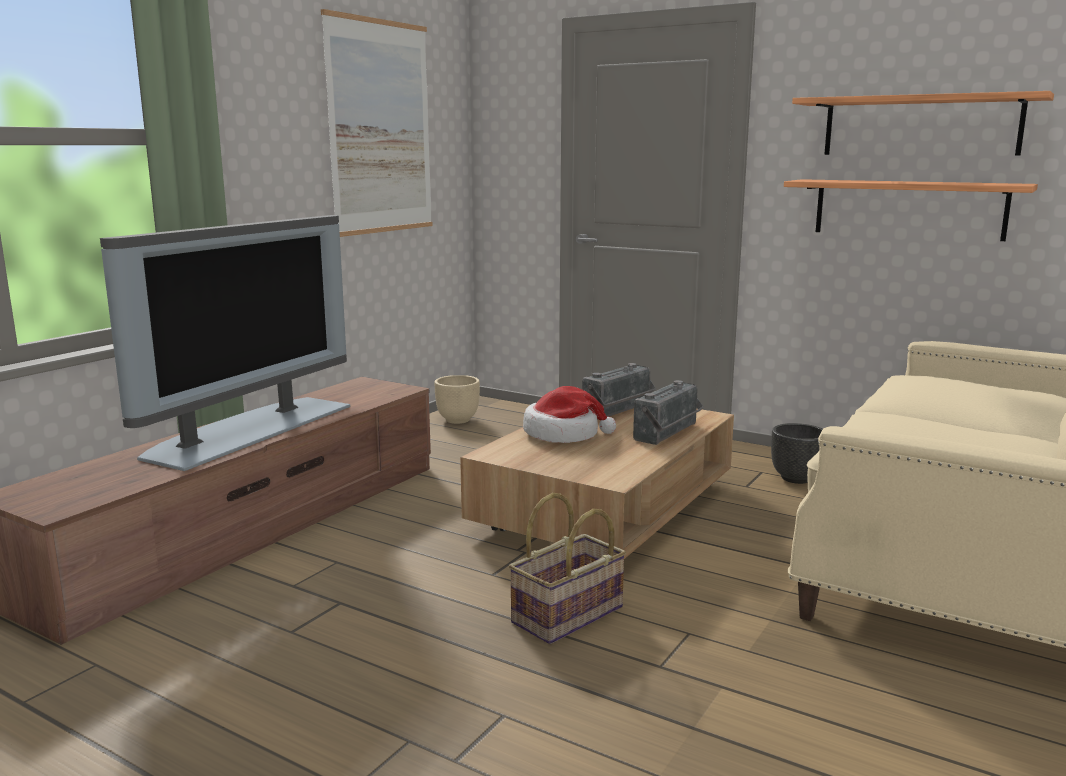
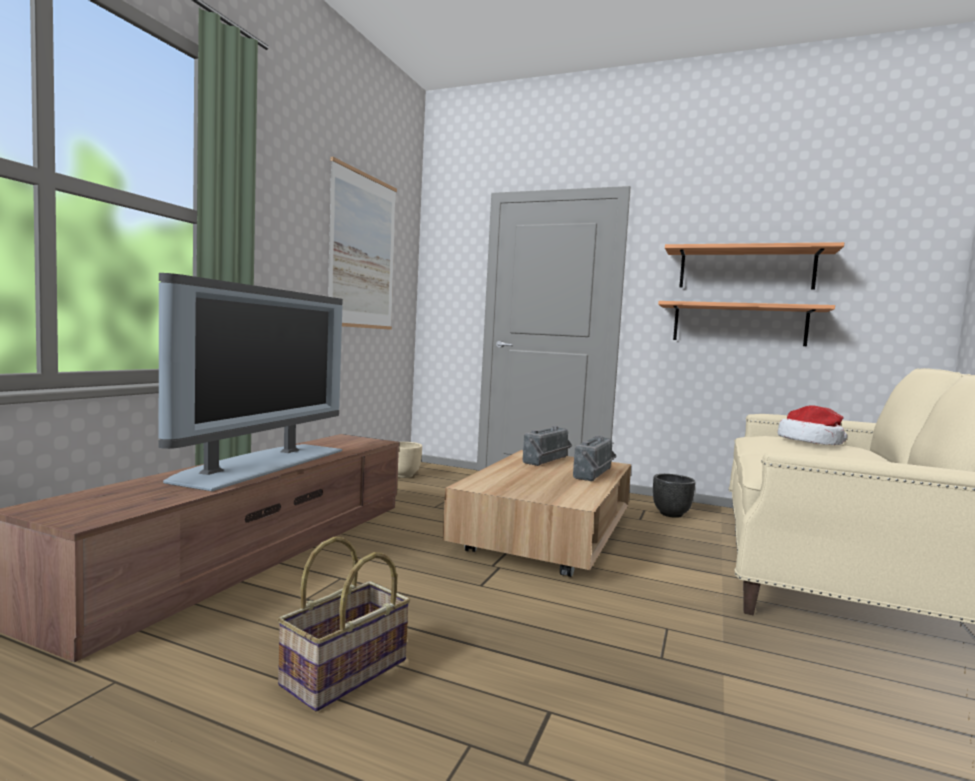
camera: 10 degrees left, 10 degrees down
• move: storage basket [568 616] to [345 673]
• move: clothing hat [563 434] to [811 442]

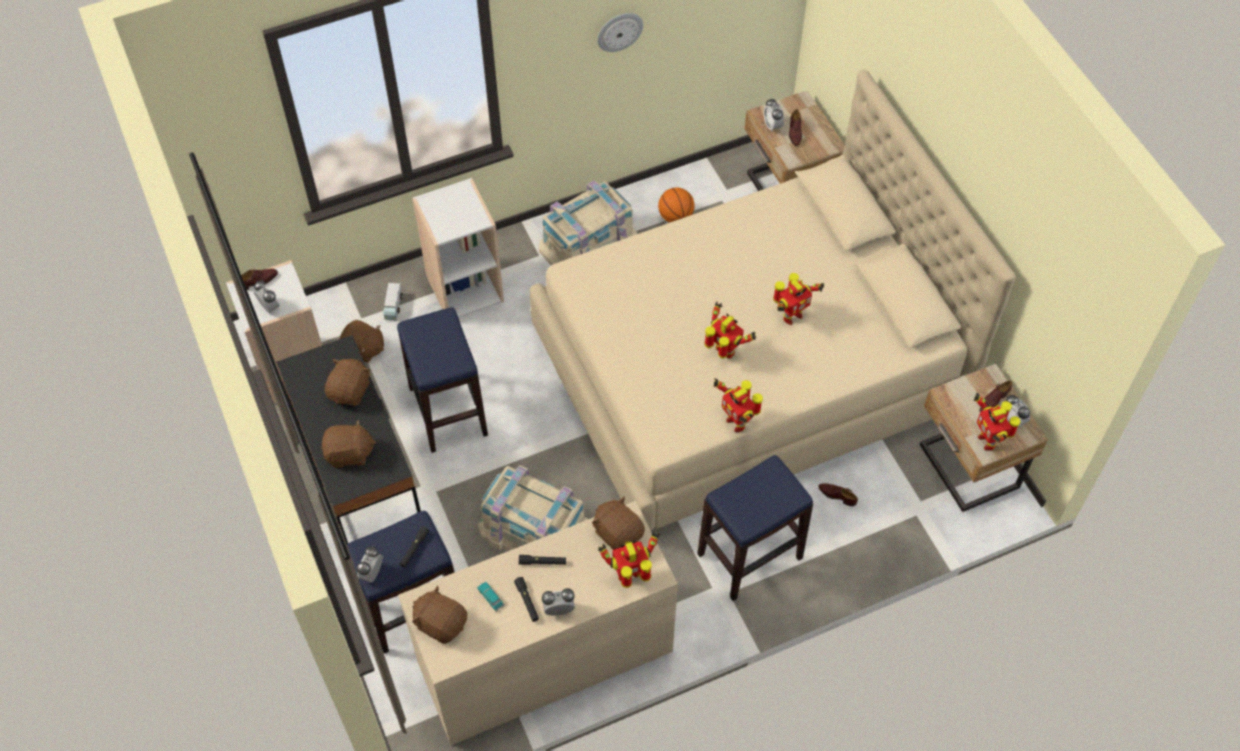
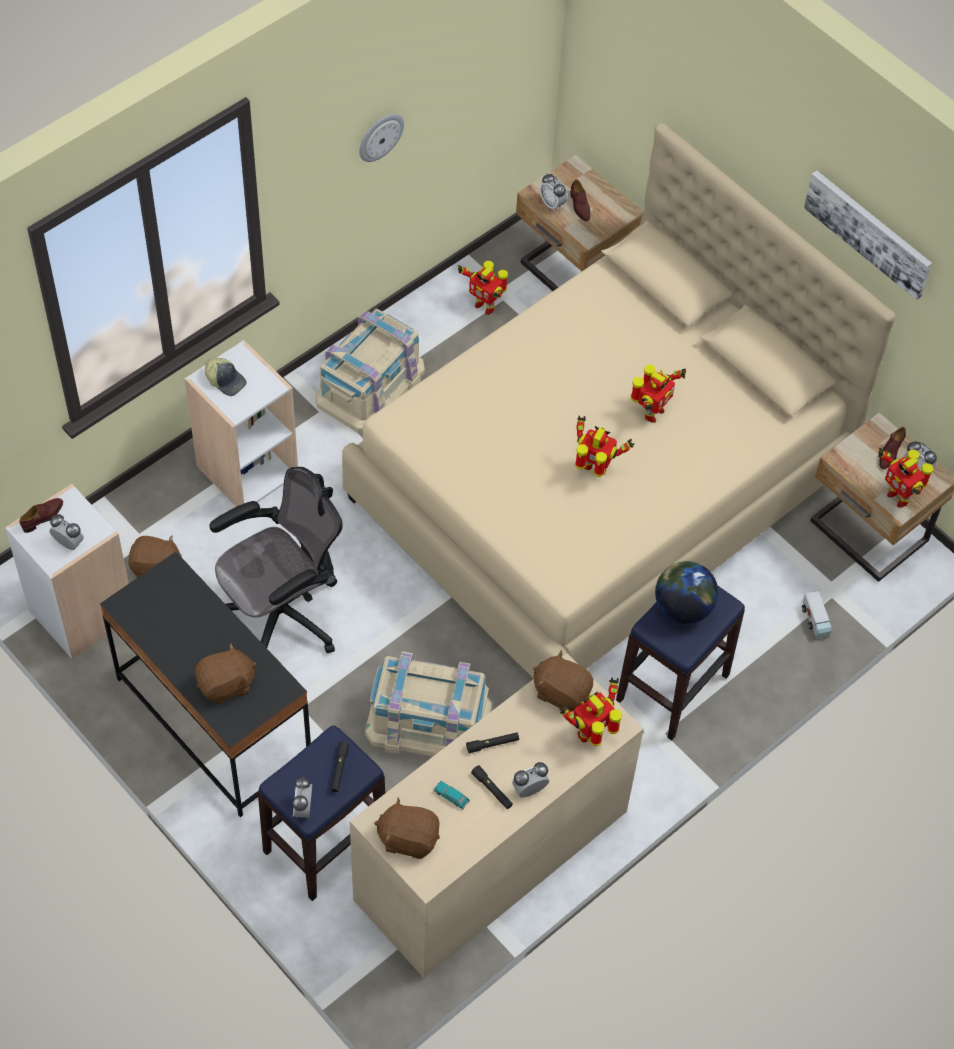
camera: 20 degrees left, 0 degrees up
• insert: baseball cap [226 380]
• replace: stool [448 411] to computer chair [282 615]
• move: toy robot [736 422] to [485 305]
• insert: globe [683 607]
• move: toy truck [393 306] to [815 620]
• insert: wall picture [869 233]
• delete: cuddly toy in brownish [350 391]
• delete: basketball [675 217]
• delete: low shoe in brownish [837 495]

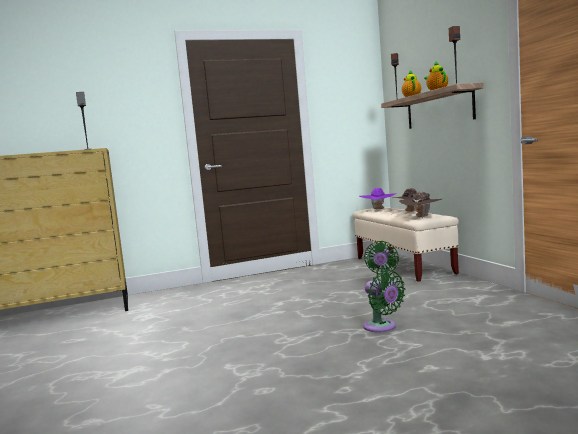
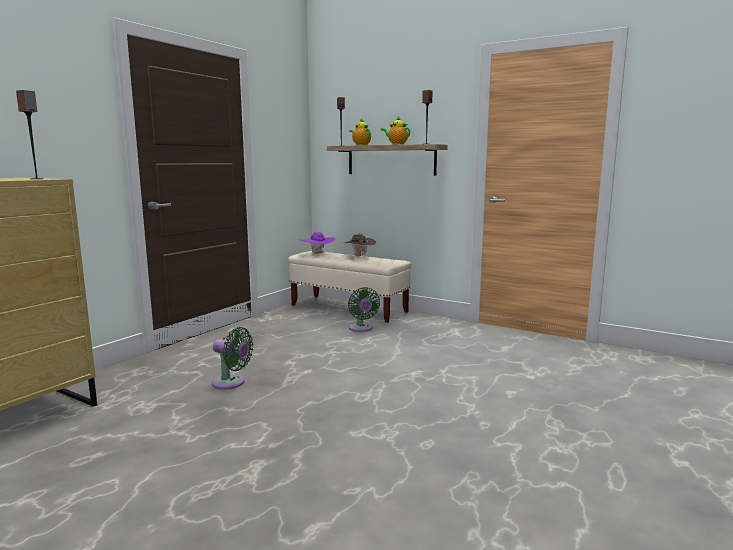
camera: 40 degrees left, 5 degrees up
• move: cooling fan in greenish [382 327] to [231 383]
• delete: clothing hat in brownish [421 217]

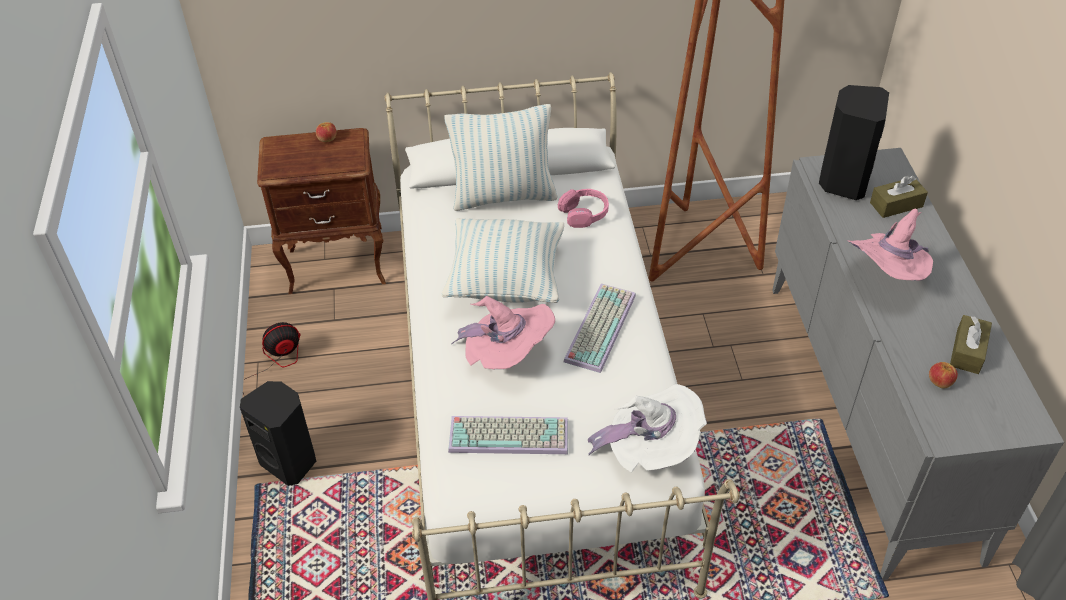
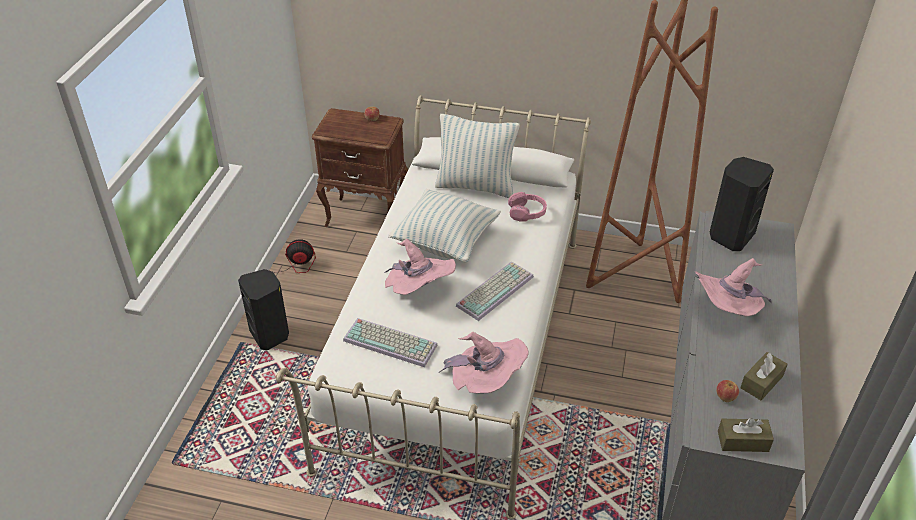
camera: 20 degrees right, 5 degrees down
• recolor: clothing hat in whitish [651 448] to clothing hat in pink-coloured [486 382]
• move: tissue holder in brownish [896 205] to [743 441]

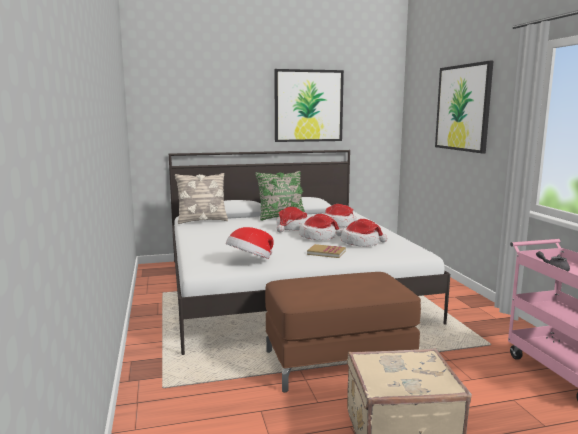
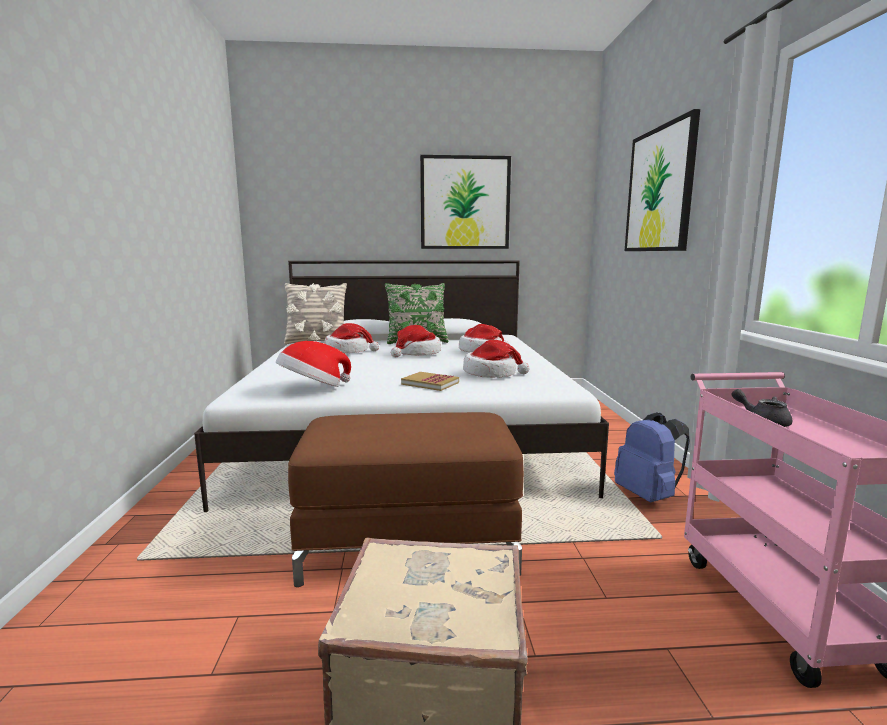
camera: 10 degrees right, 0 degrees up
• move: clothing hat [318 237] to [348 351]
• insert: knapsack in bluish [648 496]

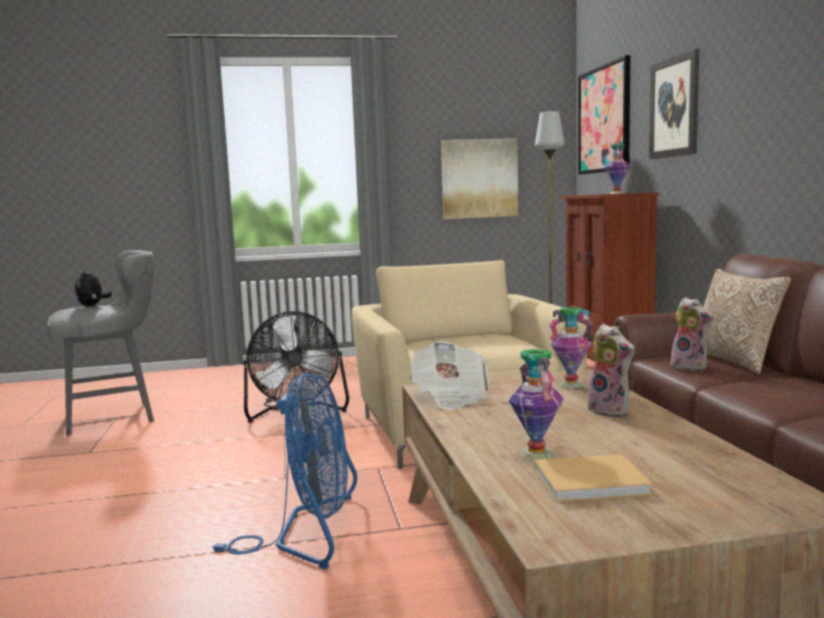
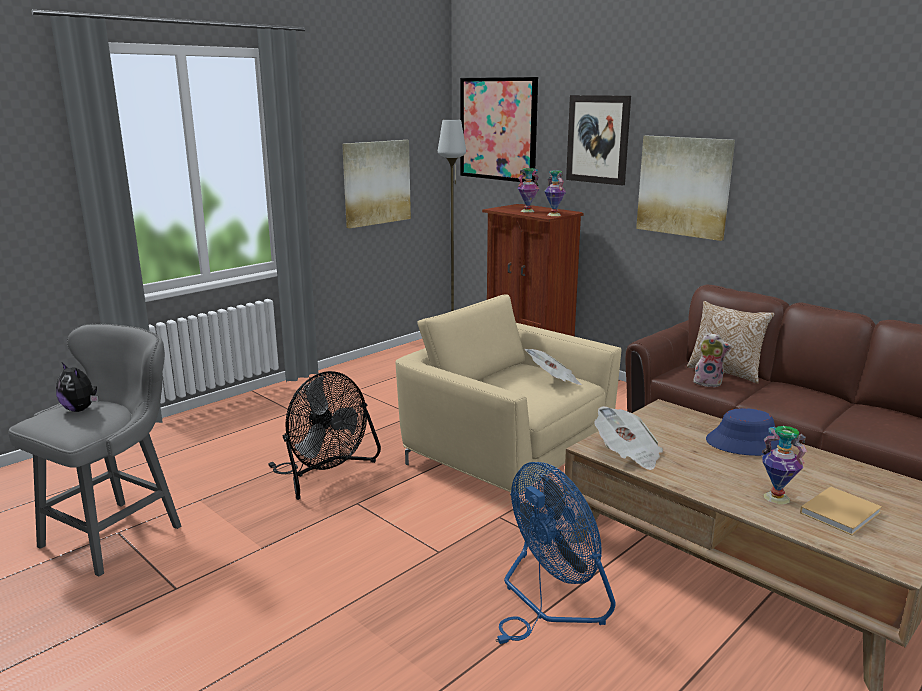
camera: 35 degrees left, 10 degrees up
• move: flower vase [571 384] to [527 211]
• insert: newspaper [553 381]
• insert: wall picture [684 186]
• replace: cuddly toy [611 411] to clothing hat in bluish [746 443]

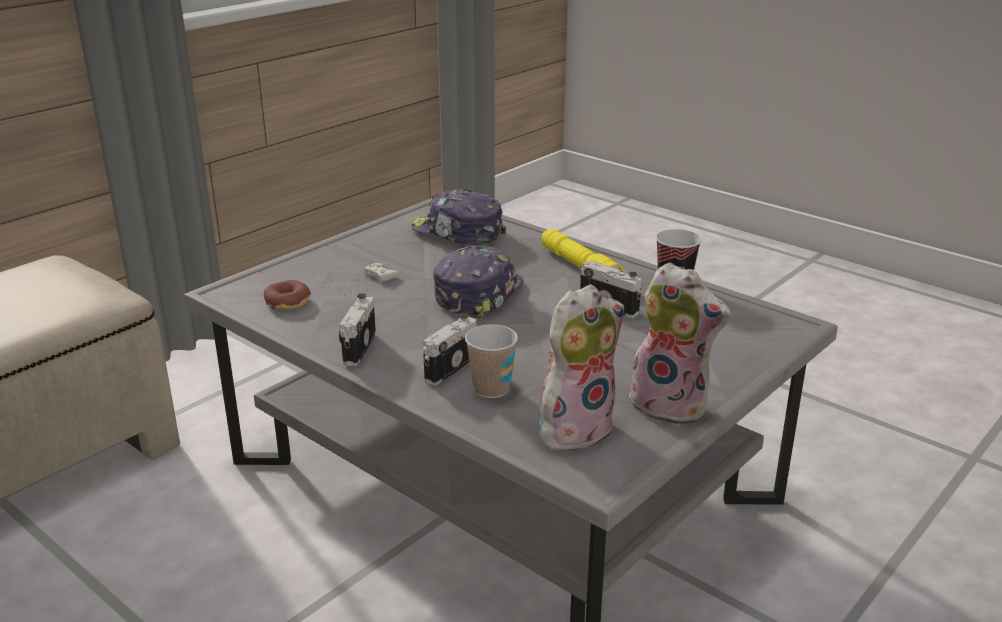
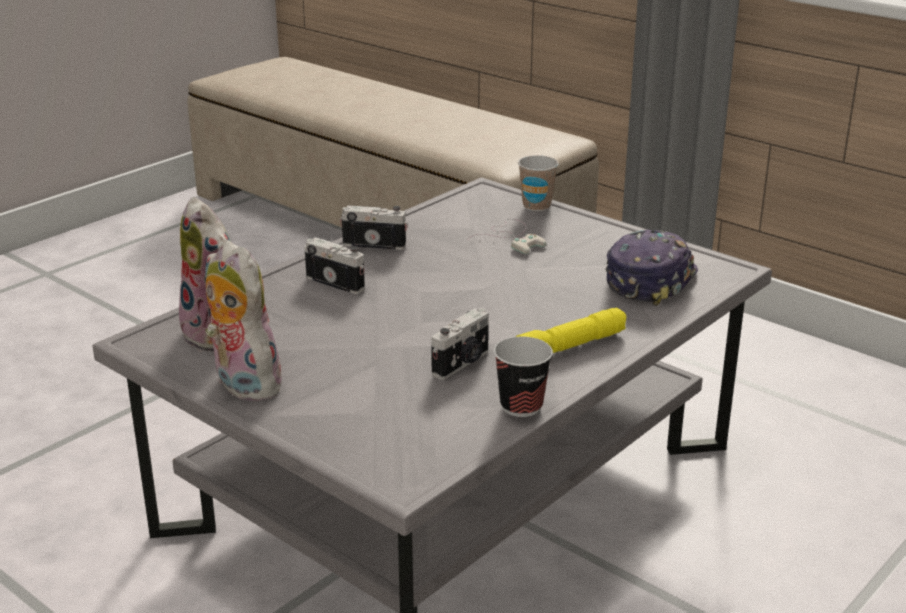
camera: 90 degrees right, 0 degrees up
• rotate: cuddly toy [672 405] = [242 384] 105 degrees clockwise
• move: cup [491 389] to [536 206]
• delete: donut [287 302]
• delete: baseball cap [477 294]

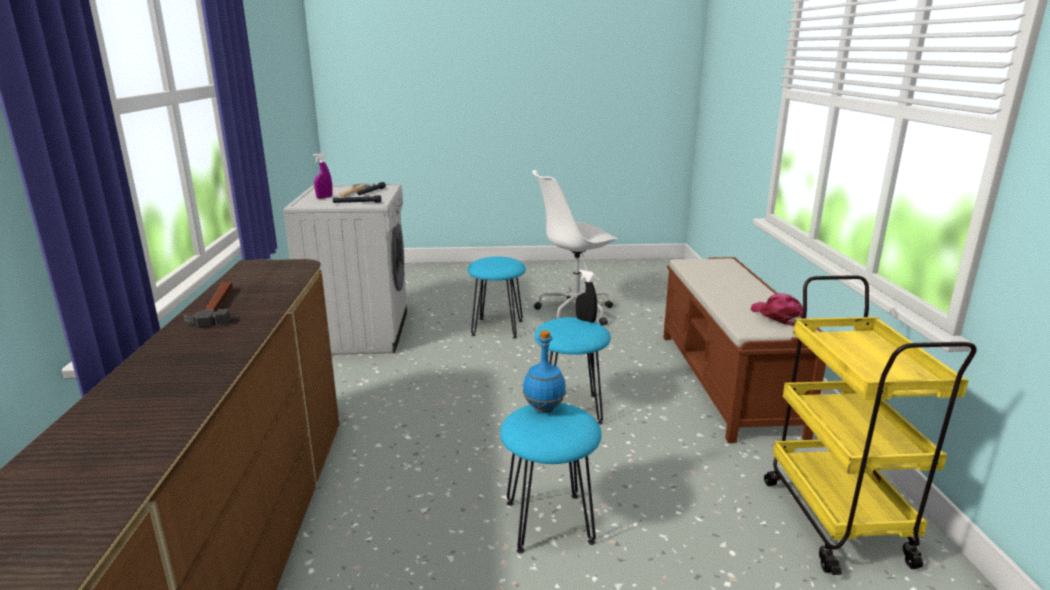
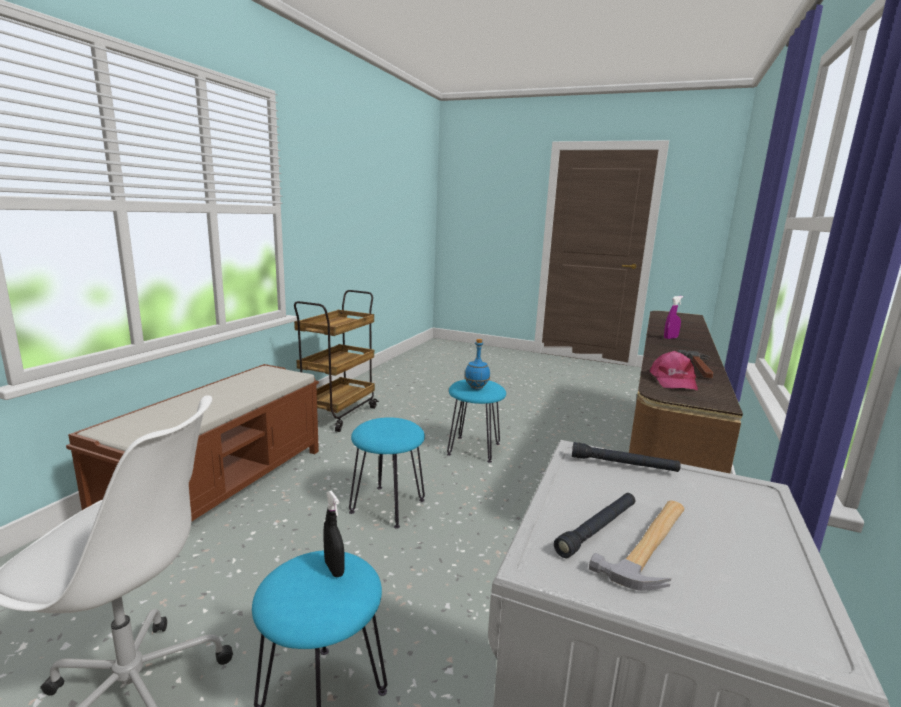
camera: 155 degrees left, 5 degrees down
• recolor: cart in yellow [835 523] to cart in brownish [339 415]
• move: hand sprayer in black [585 320] to [334 569]
• move: baseball cap in pink-coloured [777 316] to [672 381]
• move: hand sprayer in purple-coloured [324 197] to [670 338]

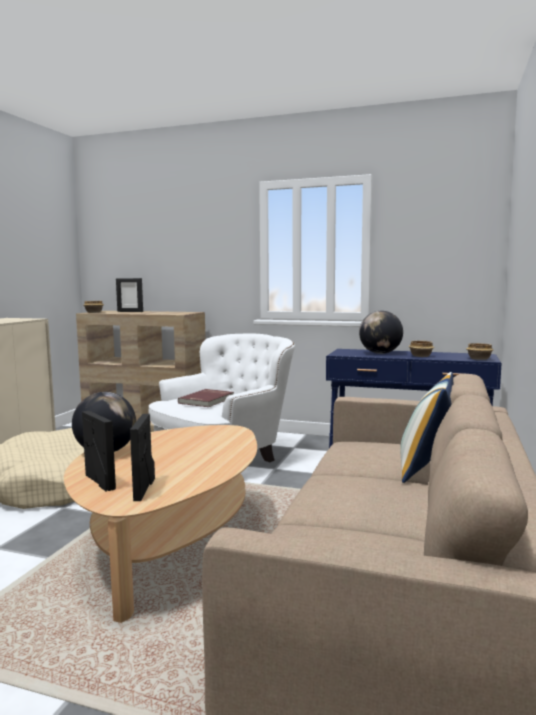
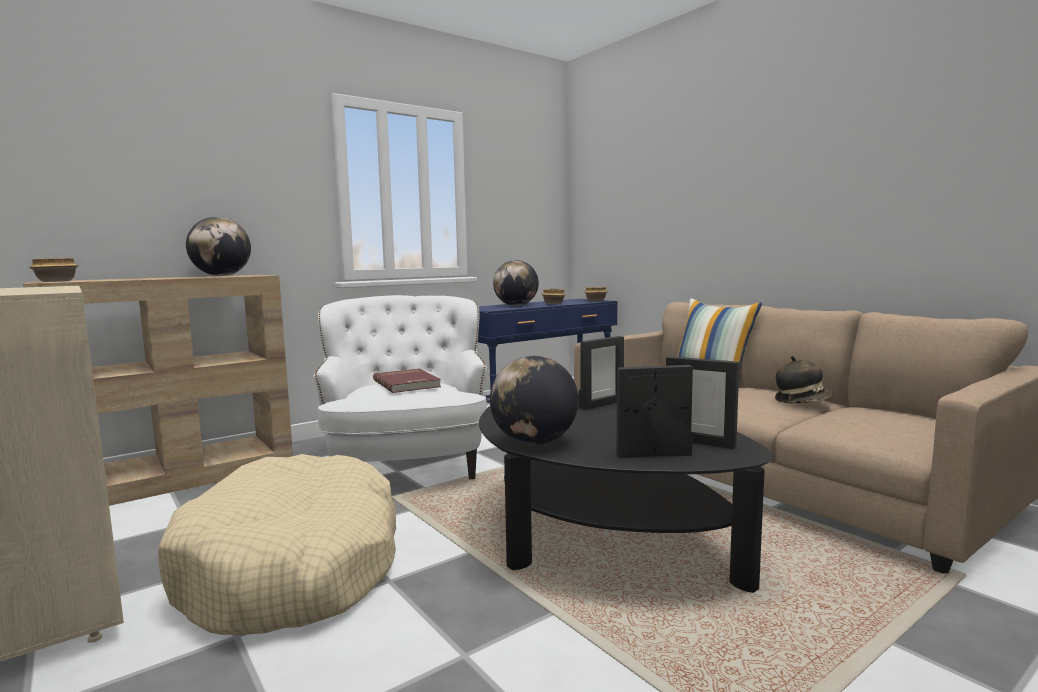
camera: 55 degrees left, 0 degrees up
• insert: globe [221 275]
• recolor: coffee table in beige-coloured [171 544] to coffee table in black [599 533]
• move: picture frame [130 311] to [601 404]
• insert: clothing hat [802 401]

